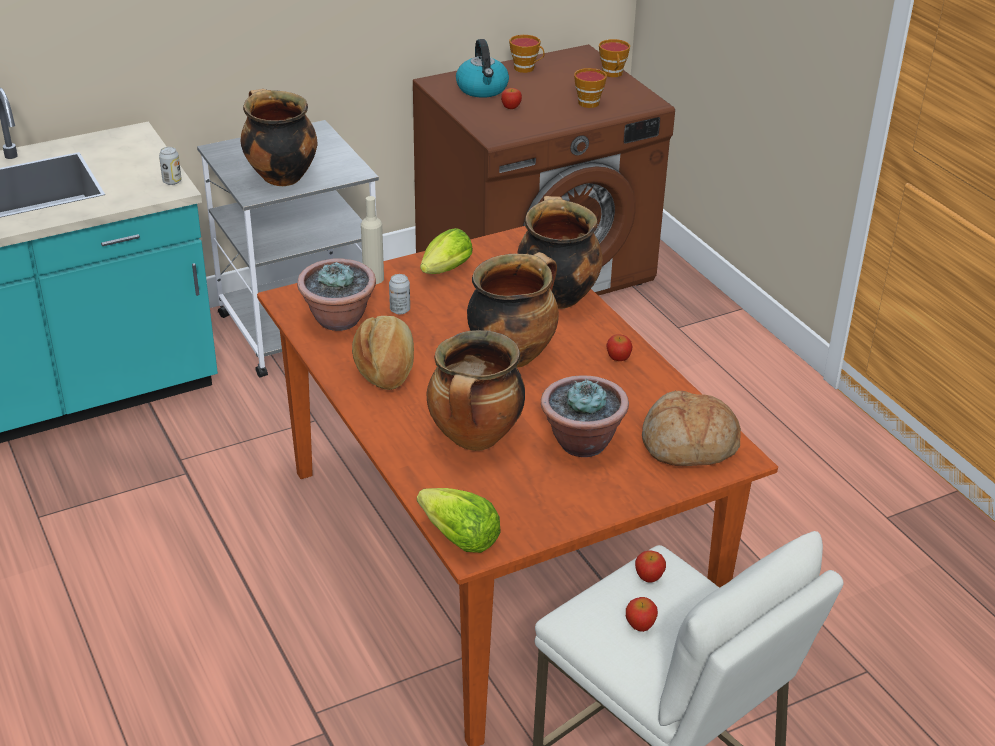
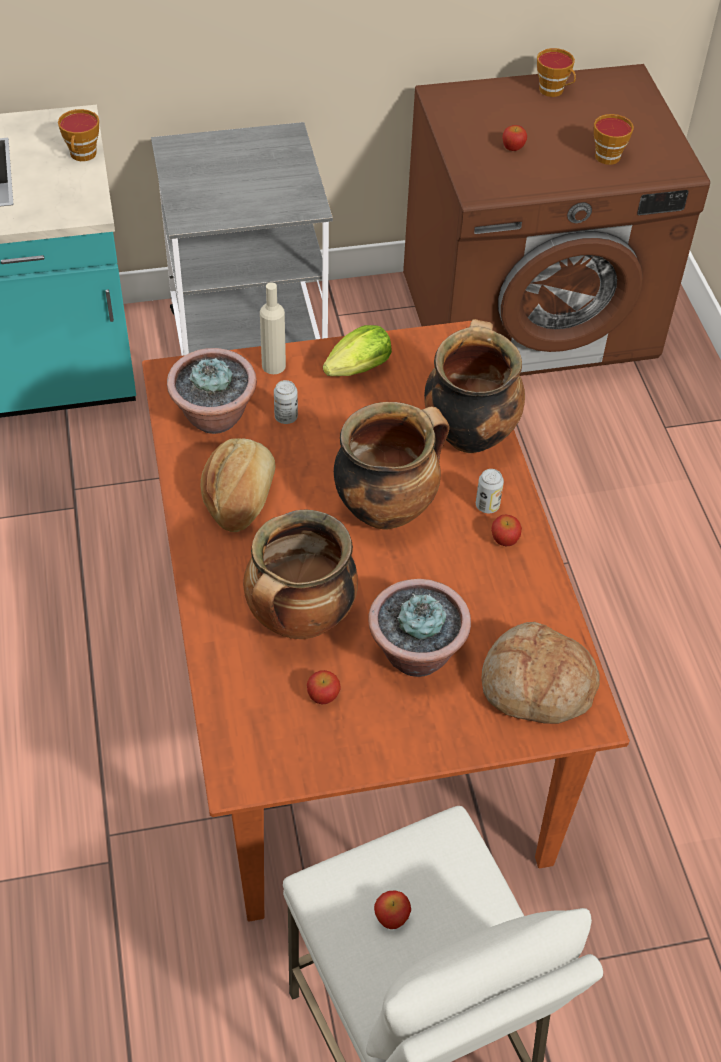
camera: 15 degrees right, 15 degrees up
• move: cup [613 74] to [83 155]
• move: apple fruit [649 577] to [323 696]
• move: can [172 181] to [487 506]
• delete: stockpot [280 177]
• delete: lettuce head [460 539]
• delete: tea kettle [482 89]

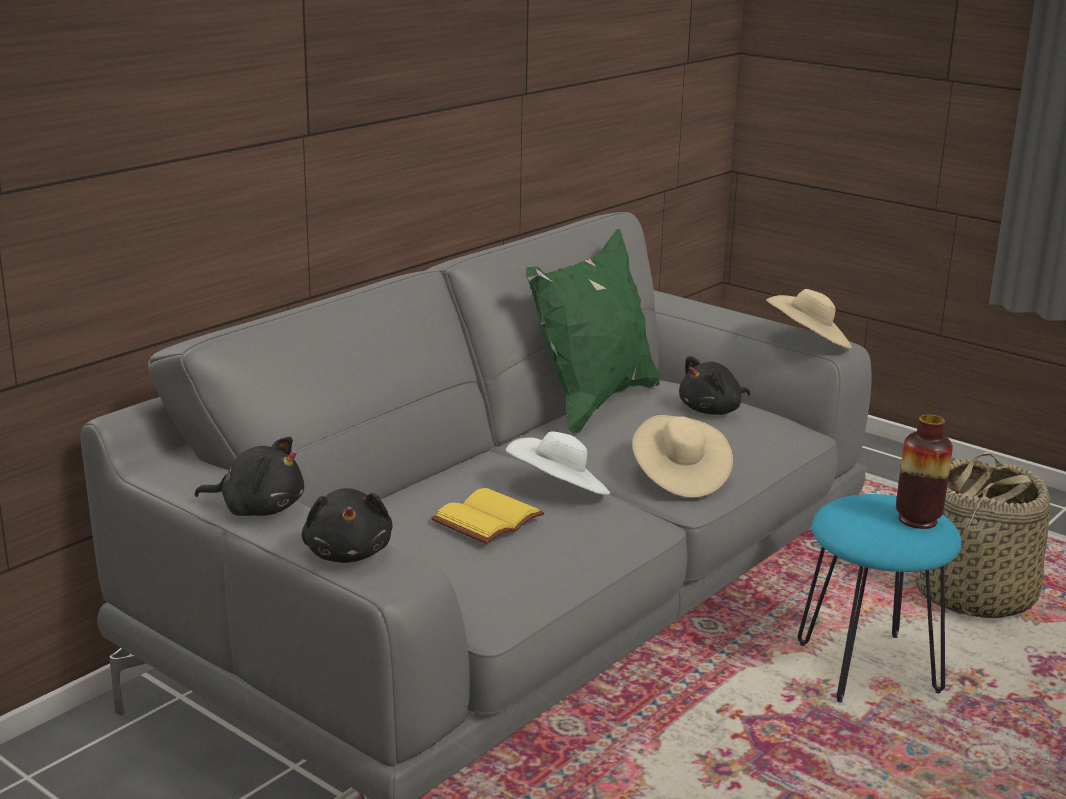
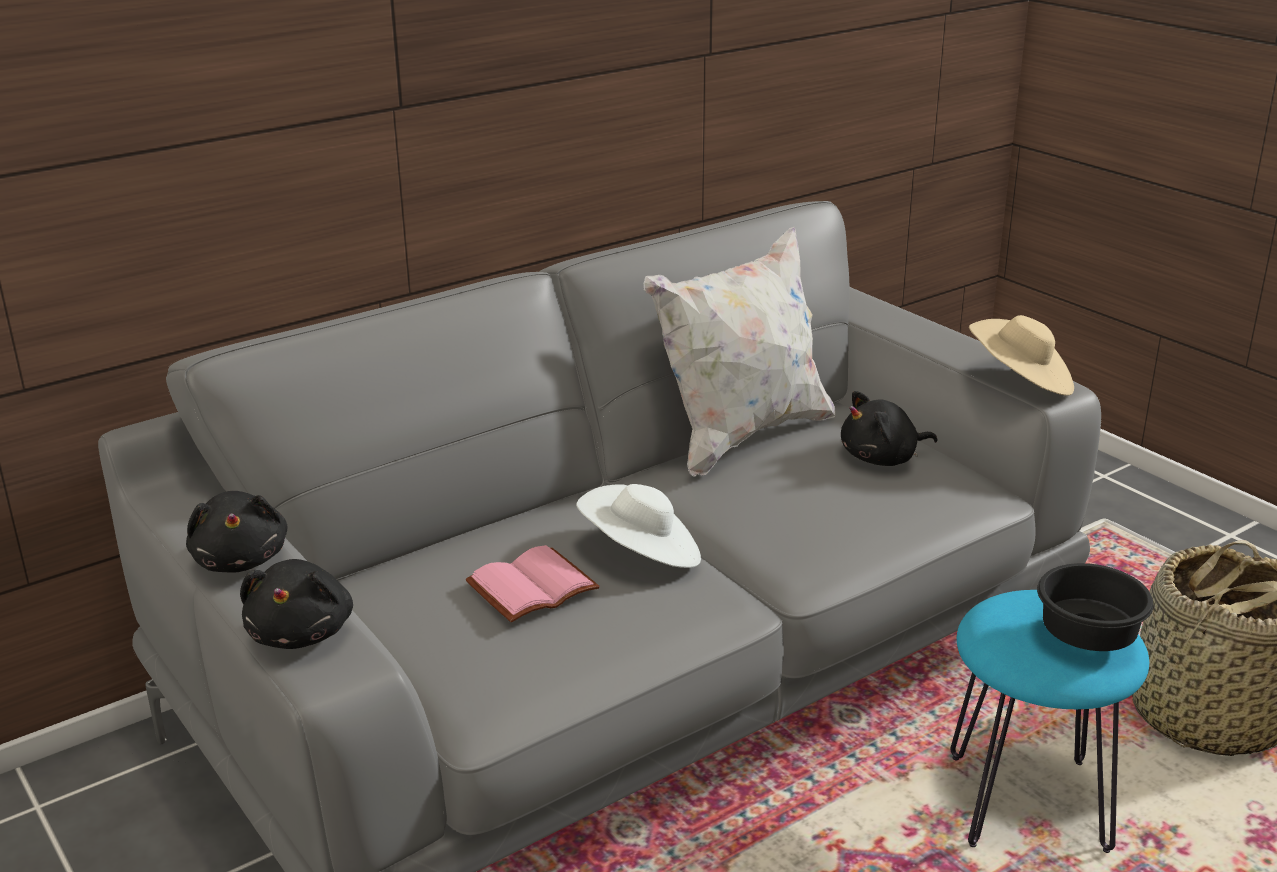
camera: 15 degrees right, 5 degrees up
• rotate: cuddly toy in black [258 509] = [241 559] 45 degrees clockwise
• recolor: volume in yellow [489 521] to volume in pink-coloured [532 589]
• recolor: pillow in greenish [593 403] to pillow in whitish [741 436]
• replace: flower vase [917 520] to deep dish in black [1091 638]
• delete: clothing hat in beige-coloured [679 477]

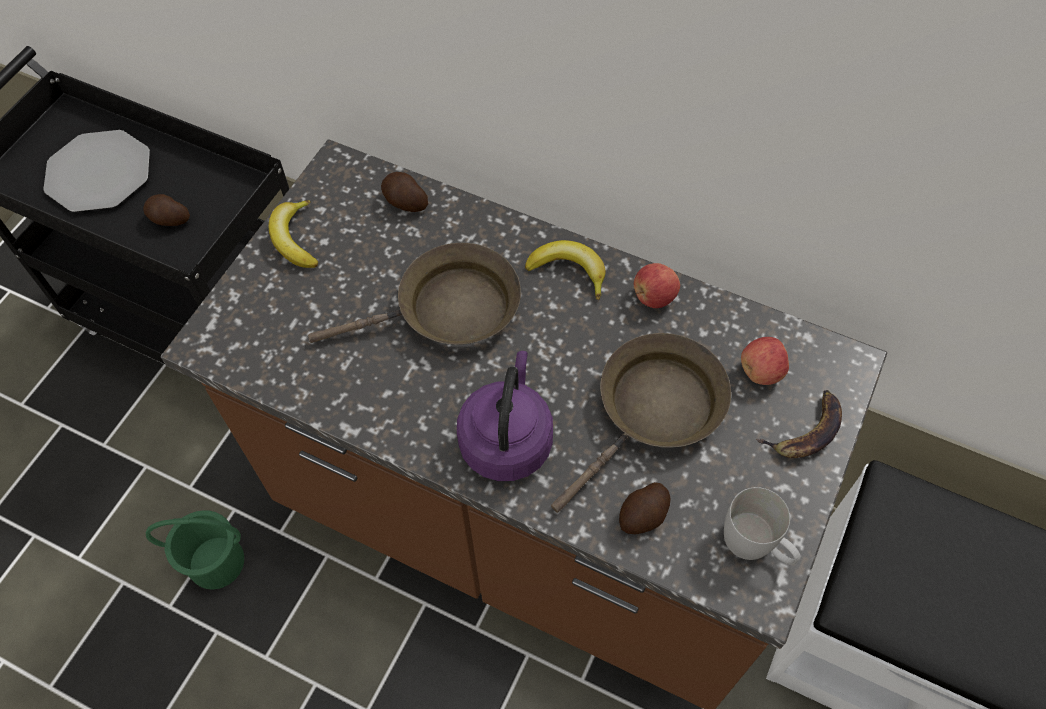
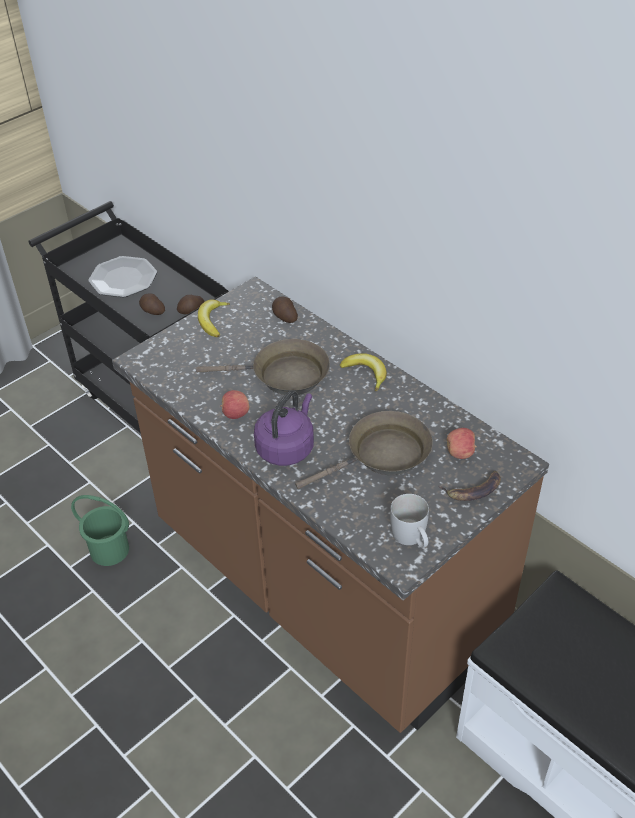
camera: 20 degrees right, 15 degrees down
• move: whole potato [644 515] to [192 311]
• move: apple fruit [653 297] to [235 414]

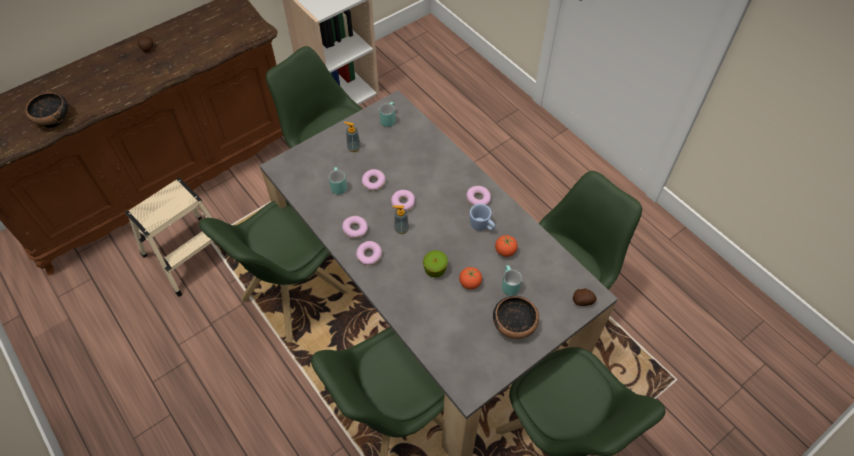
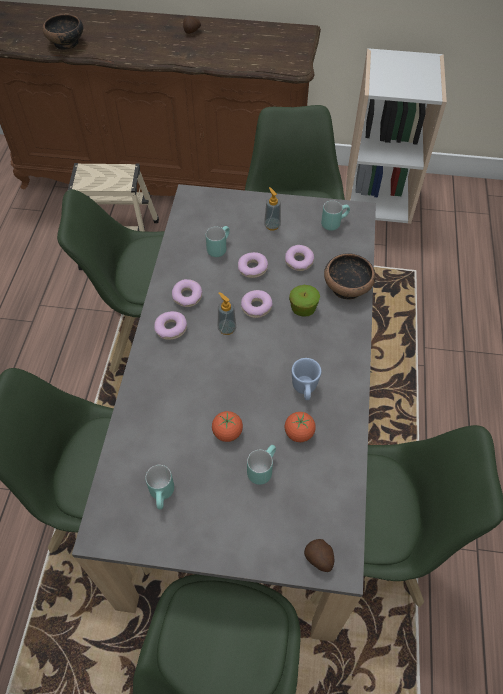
camera: 45 degrees right, 0 degrees up
• insert: tea mug in turquoise [163 495]
• move: donut [478 199] to [299 261]
• move: apple fruit [435 270] to [303 309]
• move: deep dish [514 324] to [347 287]

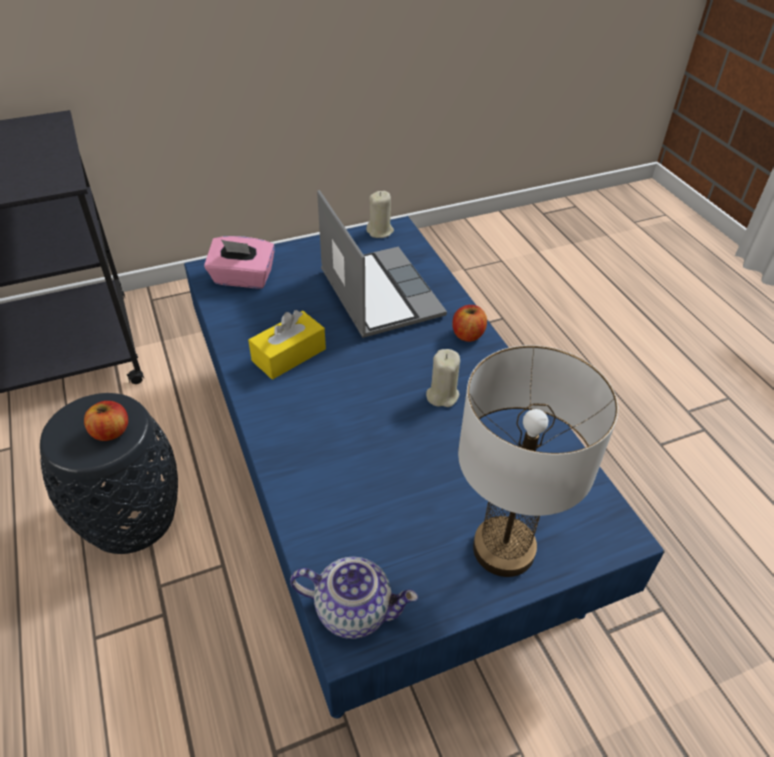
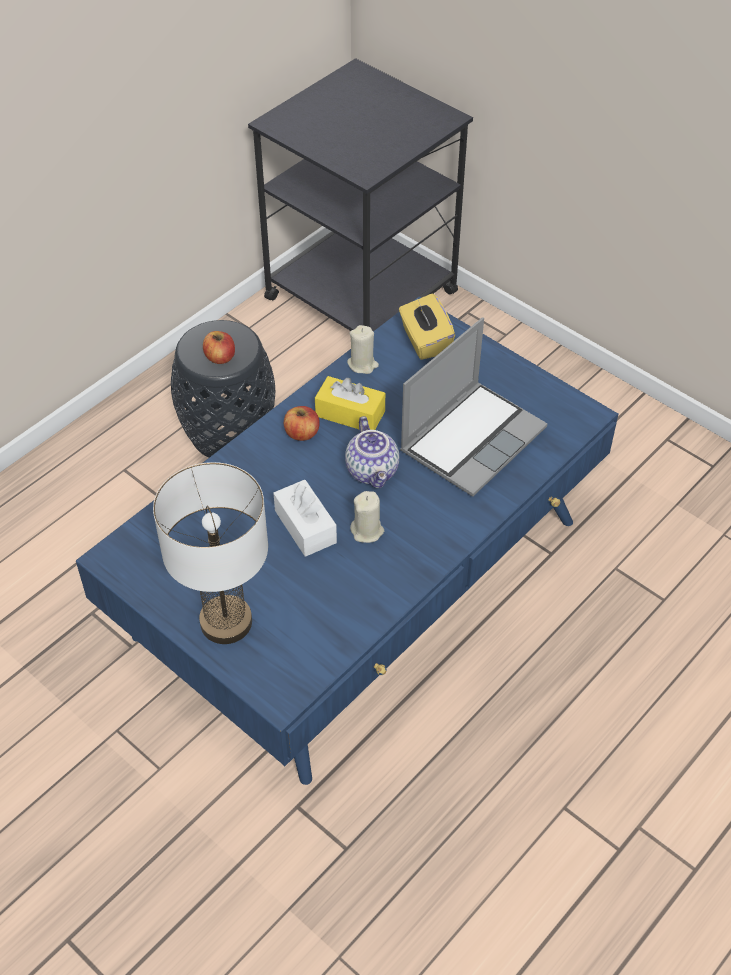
camera: 65 degrees right, 5 degrees up
• insert: tissue holder in whitish [305 526]
• move: apple fruit [467 335] to [302 433]
• move: teapot [354 609] to [373 471]
• move: candle in beige-coloured [380 231] to [362 364]
• recolor: tissue holder in pink-coloured [242 278] to tissue holder in yellow [425 341]

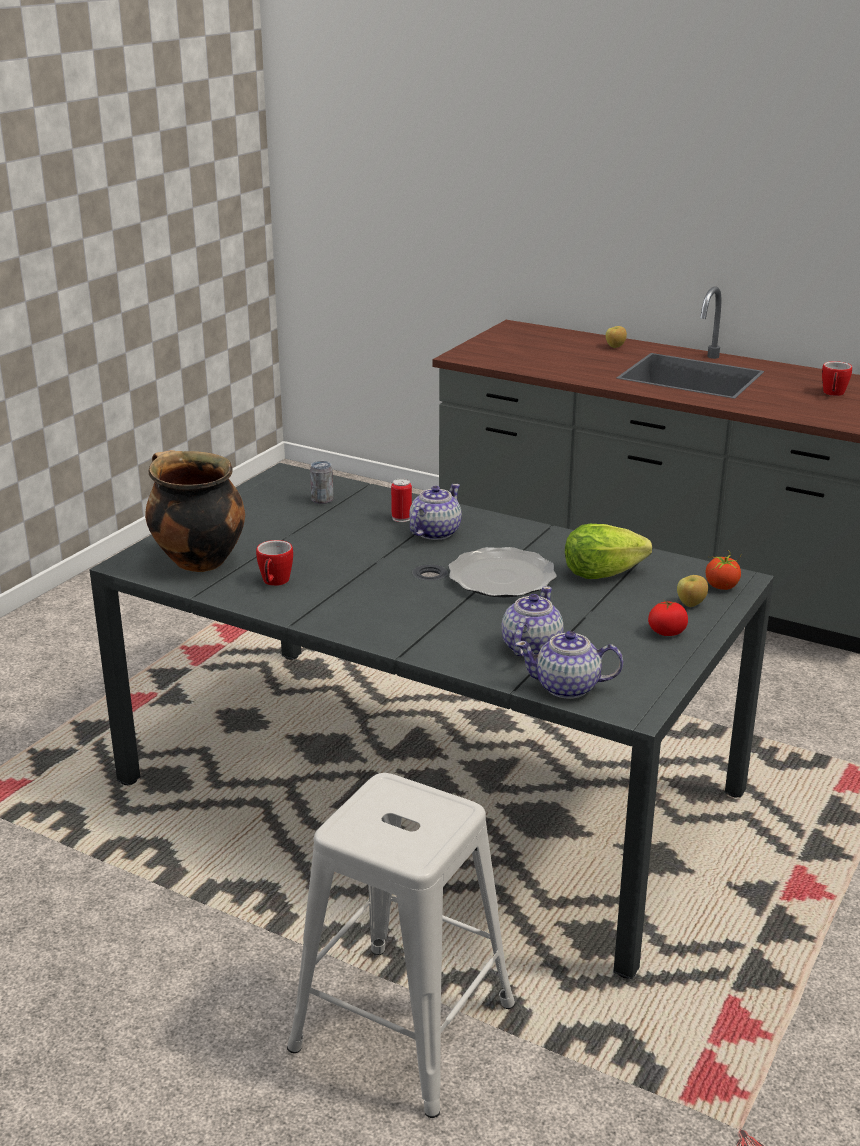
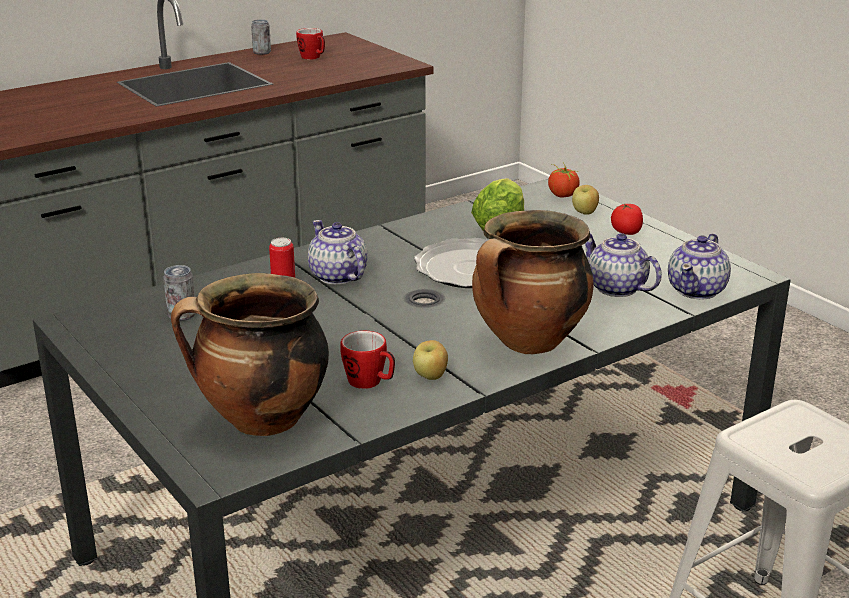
camera: 65 degrees left, 0 degrees up
• insert: can [262 52]
• move: apple fruit [615 347] to [431 376]
• insert: stockpot [528 343]

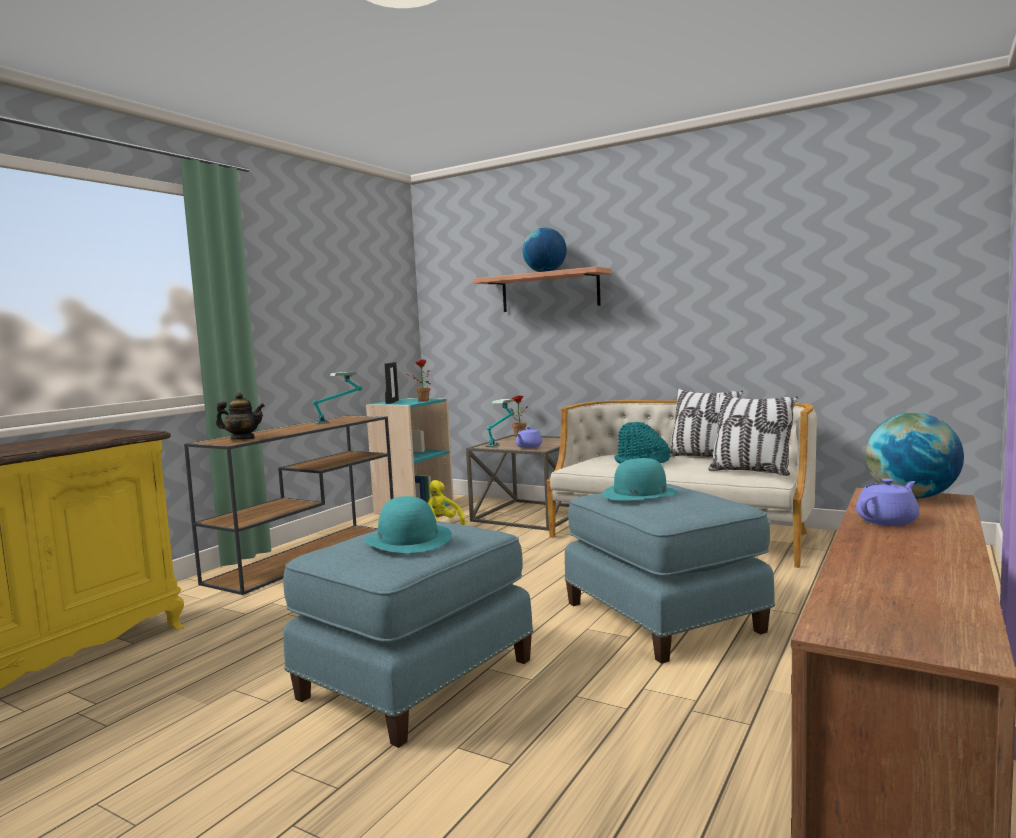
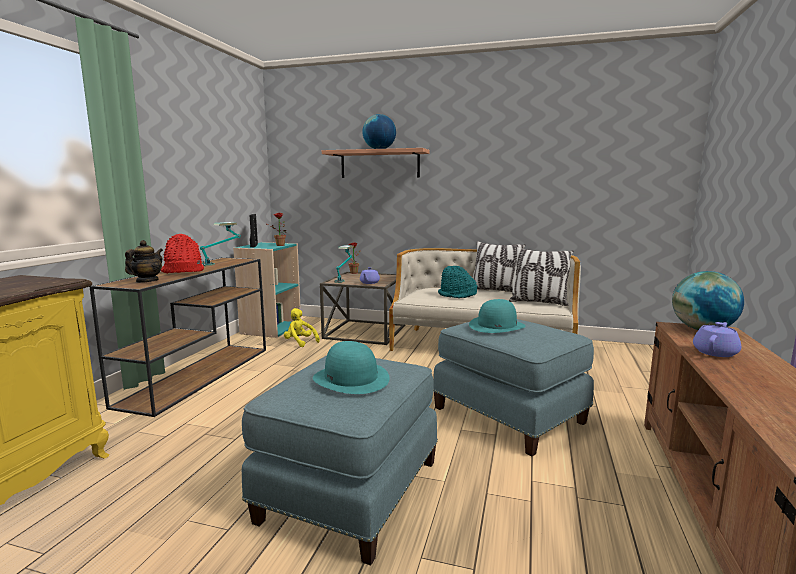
camera: 15 degrees left, 5 degrees up
• rotate: teapot [243 439] = [147 281] 60 degrees counterclockwise
• insert: clothing hat in reddish [182 271]

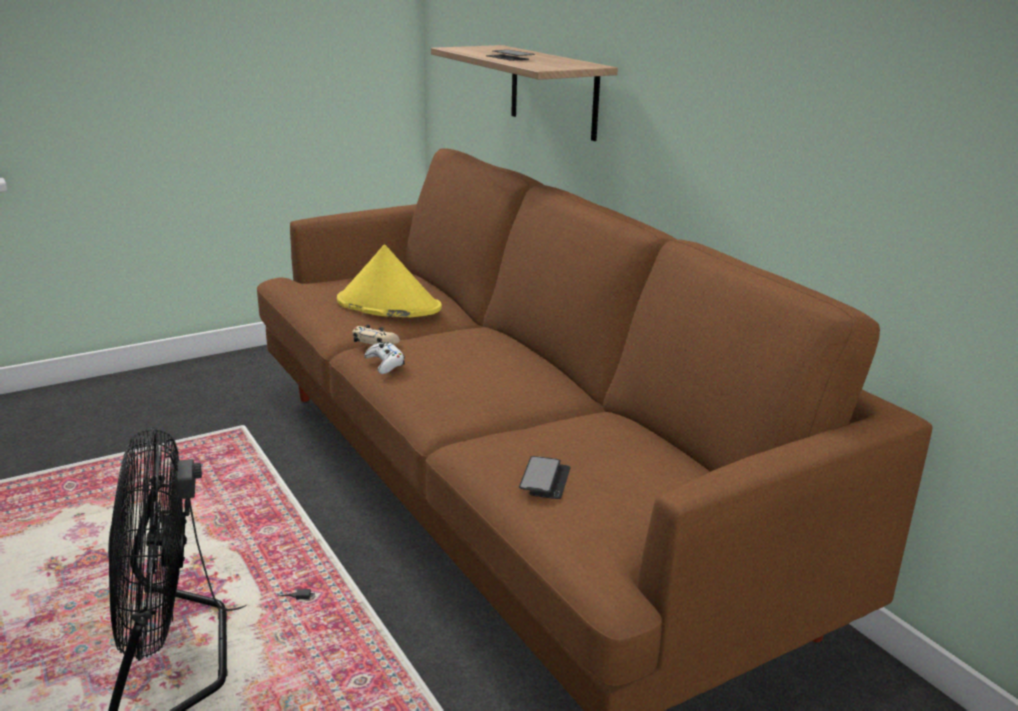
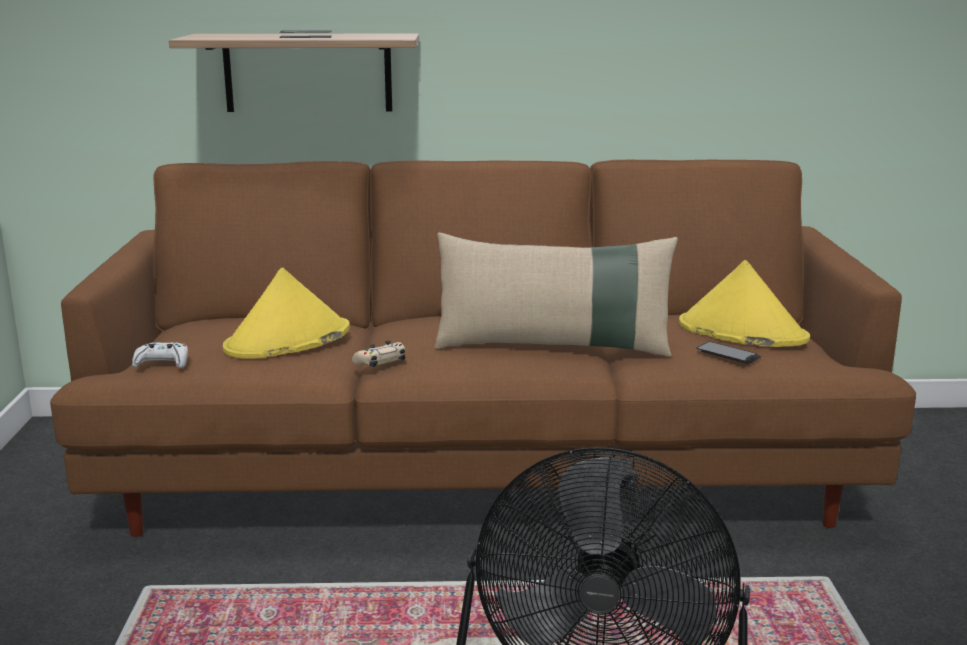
camera: 60 degrees left, 5 degrees down
• move: gamepad in whitish [385 363] to [162 363]
• insert: pillow in beige-coloured [554 347]
• insert: clothing hat in yellow [741 332]

